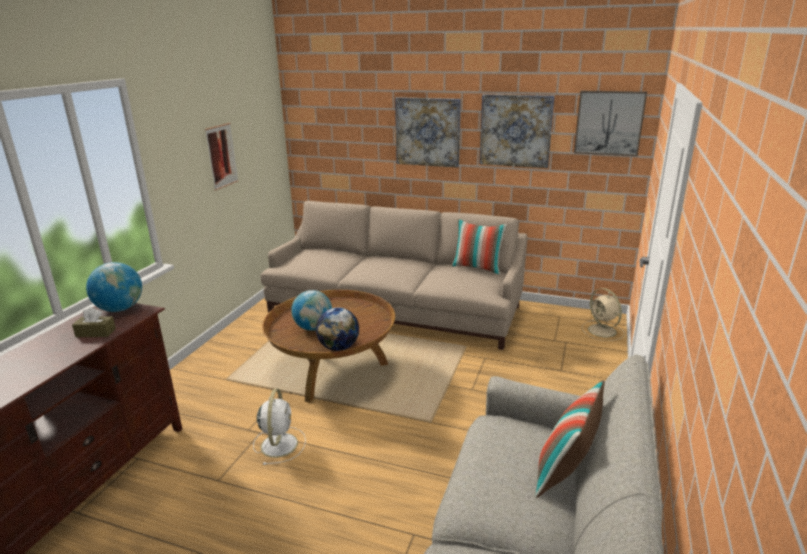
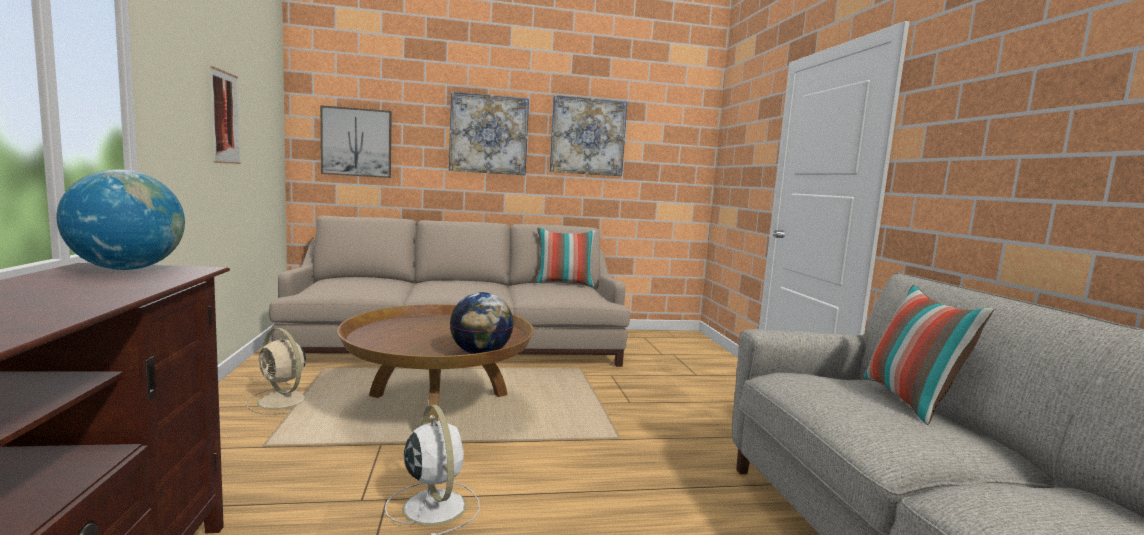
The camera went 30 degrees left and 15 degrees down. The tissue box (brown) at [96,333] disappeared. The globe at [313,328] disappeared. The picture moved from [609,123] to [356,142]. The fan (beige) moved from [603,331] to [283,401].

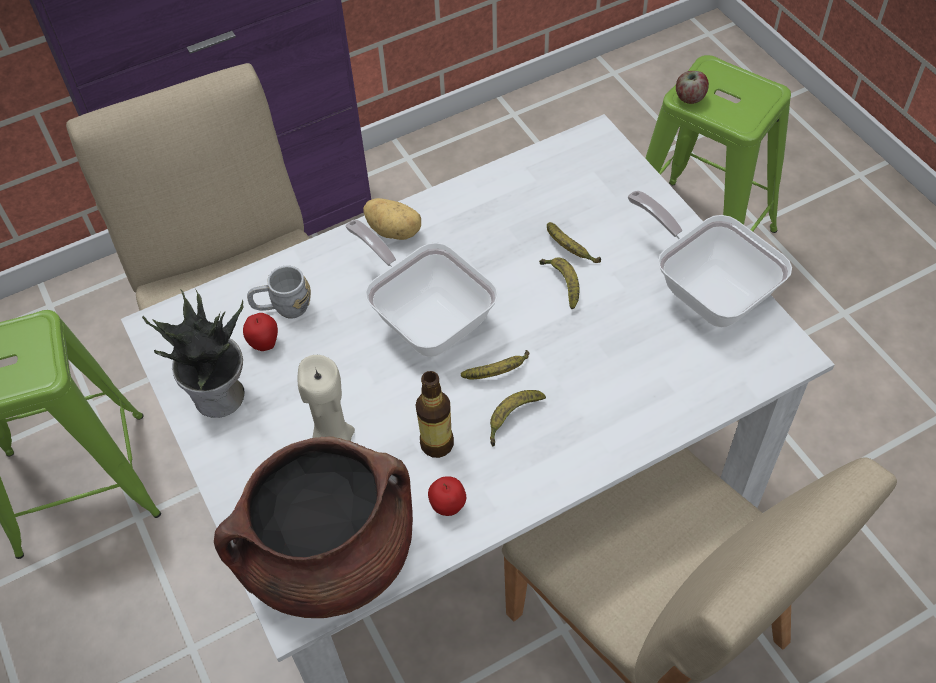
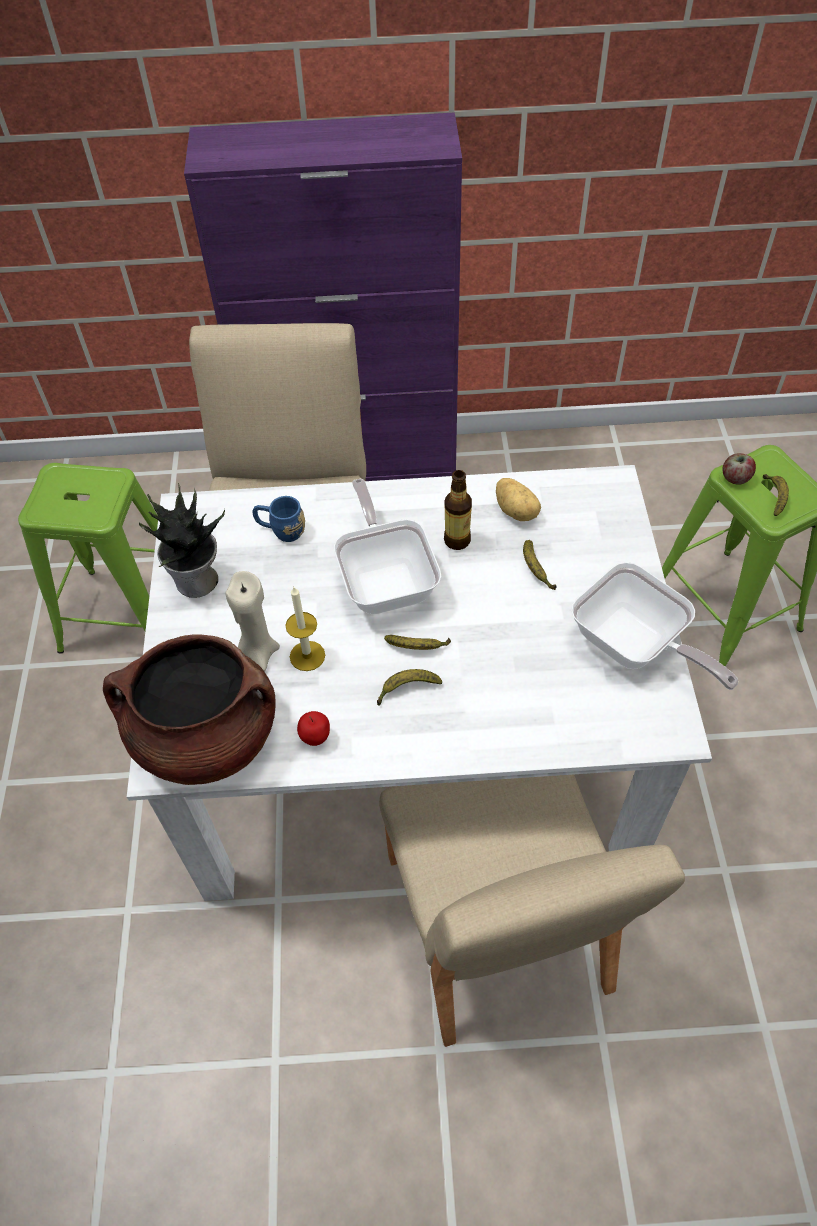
The camera went 25 degrees right and 0 degrees up. The apple at [264,344] disappeared. The candle at [307,656] appeared. The potato moved from [394,230] to [517,511]. The bottle moved from [437,444] to [457,540]. The banana moved from [562,284] to [774,497]. The mug (grey) at [283,308] became the mug (blue) at [281,531]. The frying pan at [706,288] turned 150 degrees clockwise.

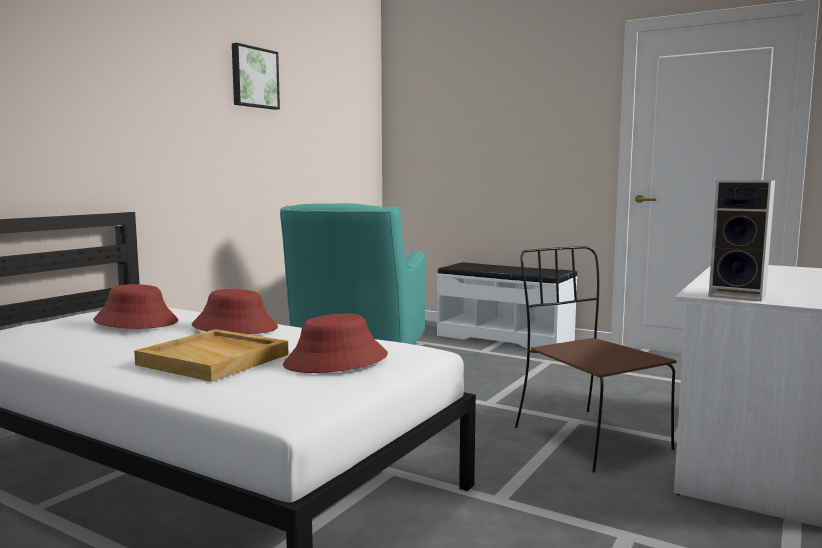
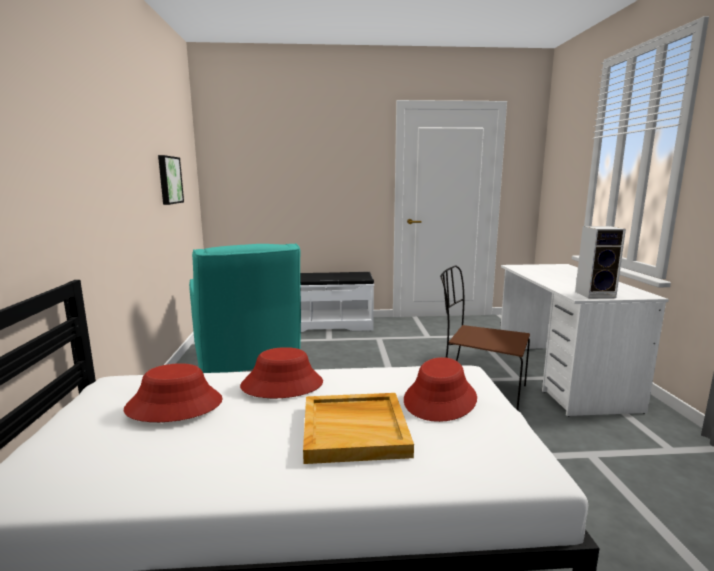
The camera went 35 degrees left and 5 degrees up. The picture moved from [254,77] to [168,180].

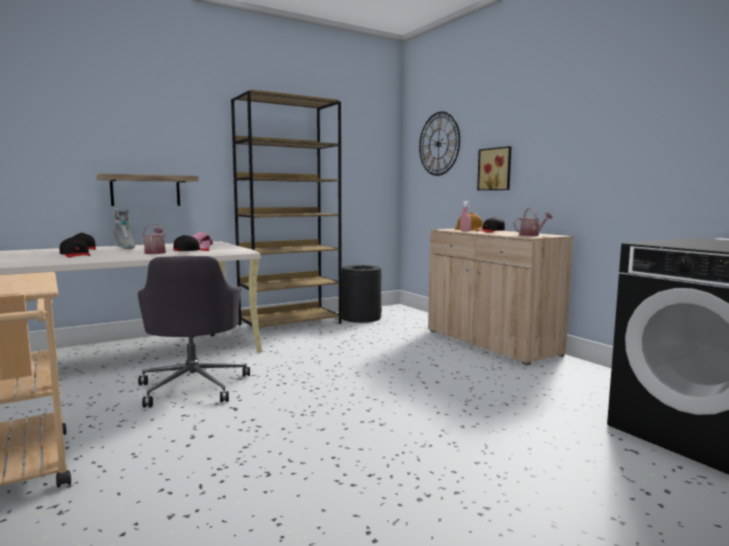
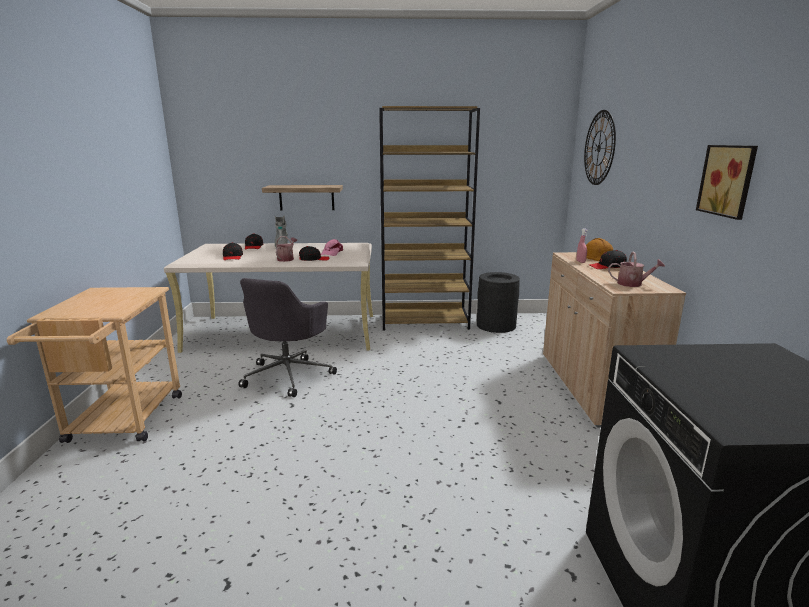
The camera went 30 degrees right and 10 degrees up. The picture moved from [495,169] to [729,180].

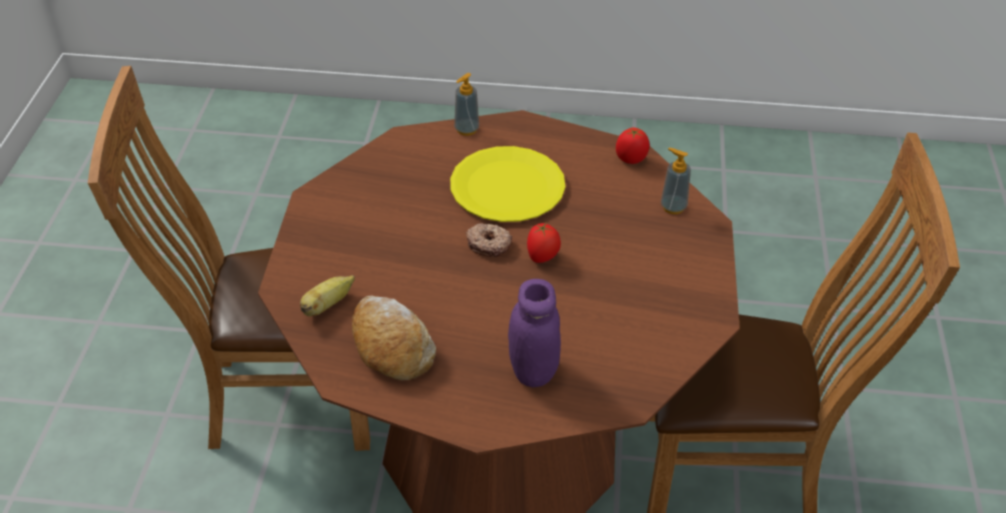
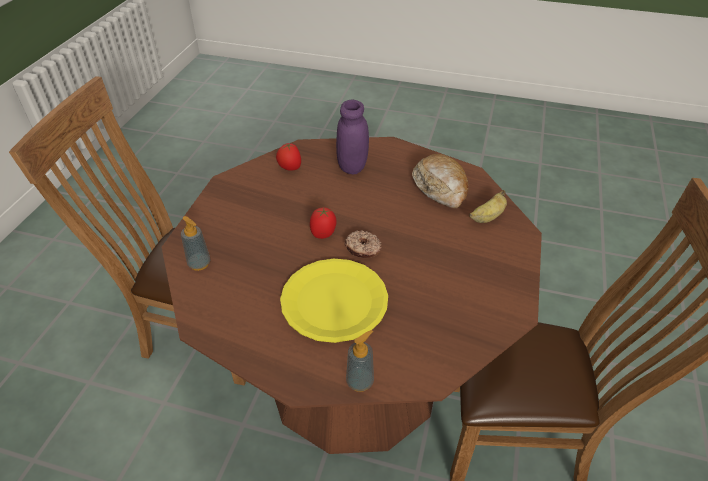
The camera went 170 degrees left and 0 degrees up. The tomato moved from [631,159] to [289,168].

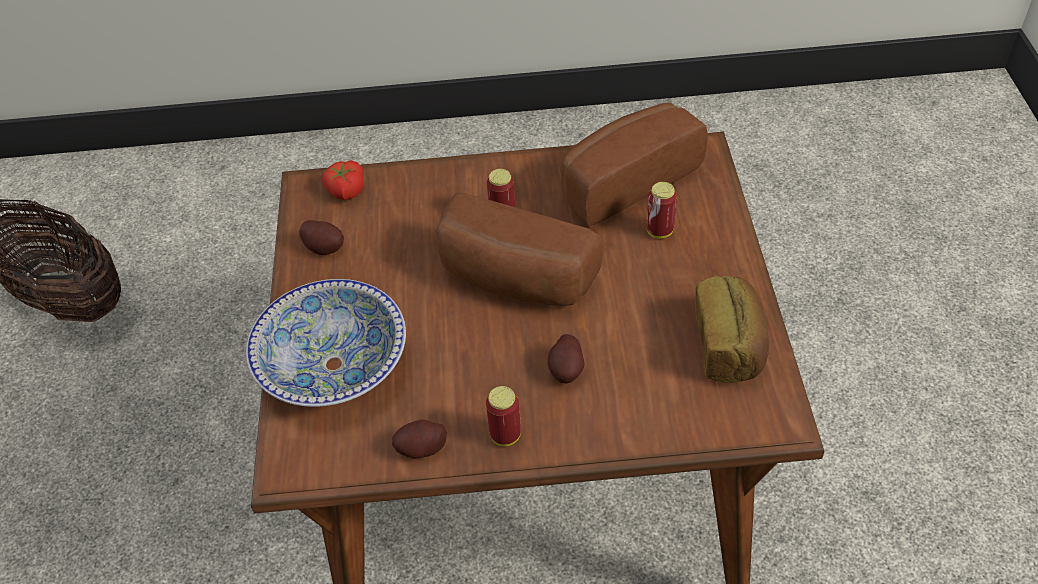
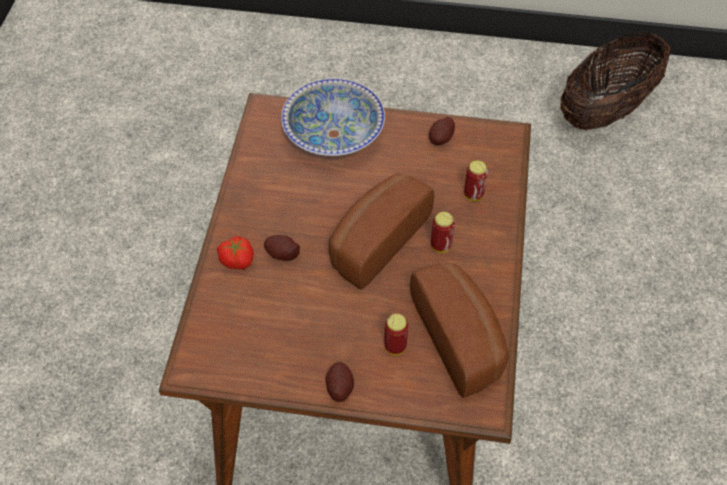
The camera went 100 degrees right and 5 degrees up. The bread at [729,345] disappeared. The tomato moved from [345,190] to [237,259]. The potato moved from [421,448] to [339,387]. The can moved from [505,435] to [473,195].

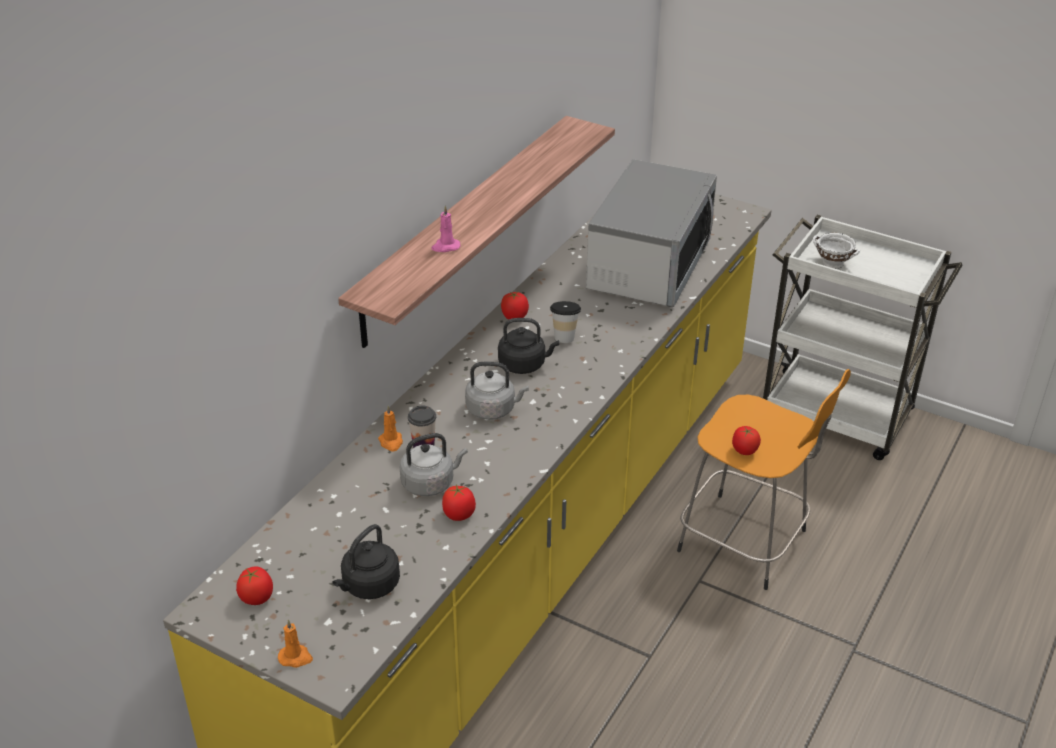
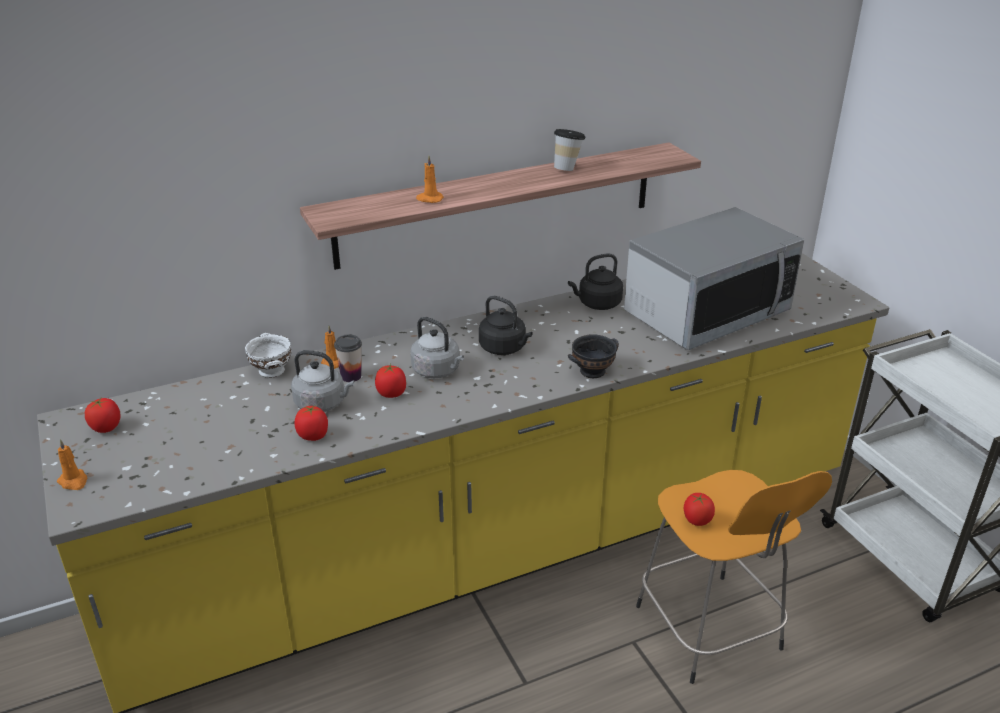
The camera went 35 degrees right and 5 degrees down. The bowl (black) at [591,371] appeared. The kettle (black) moved from [369,586] to [597,304]. The tomato moved from [515,317] to [391,394]. The cup moved from [564,337] to [567,168]. The bowl (white) moved from [832,263] to [272,370]. The candle (pink) at [445,247] became the candle (orange) at [429,199].

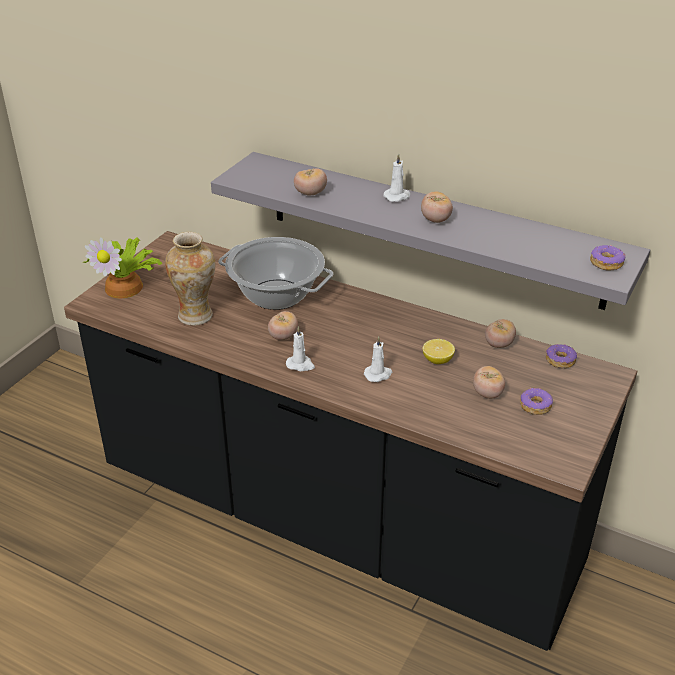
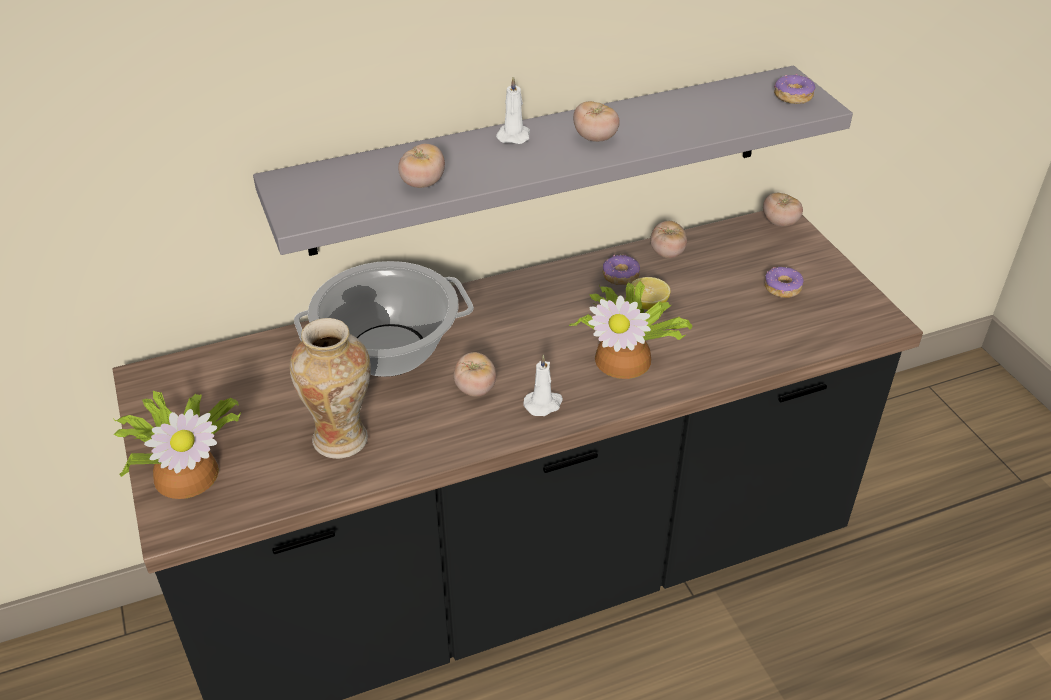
The camera went 50 degrees left and 5 degrees up. The tomato moved from [487,393] to [779,223]. The donut moved from [560,360] to [620,276]. The candle (white) at [378,374] was replaced by the potted plant at [626,357].

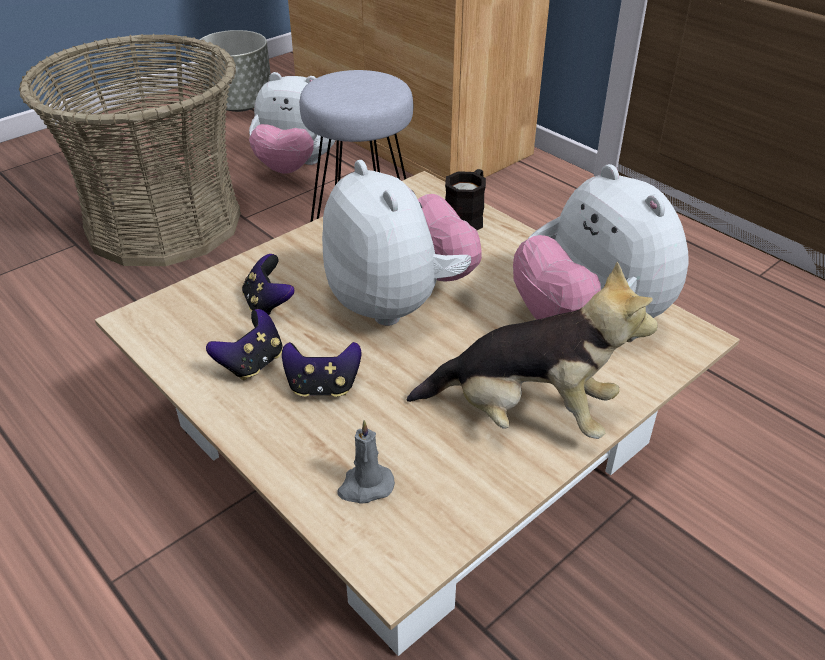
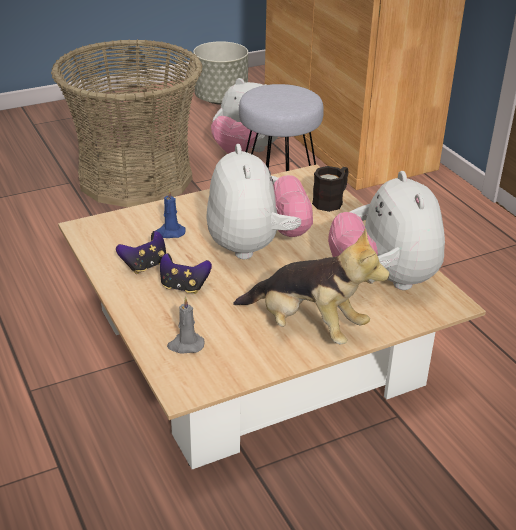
The camera went 15 degrees right and 5 degrees down. The game controller at [268,304] was replaced by the candle (blue) at [169,232].

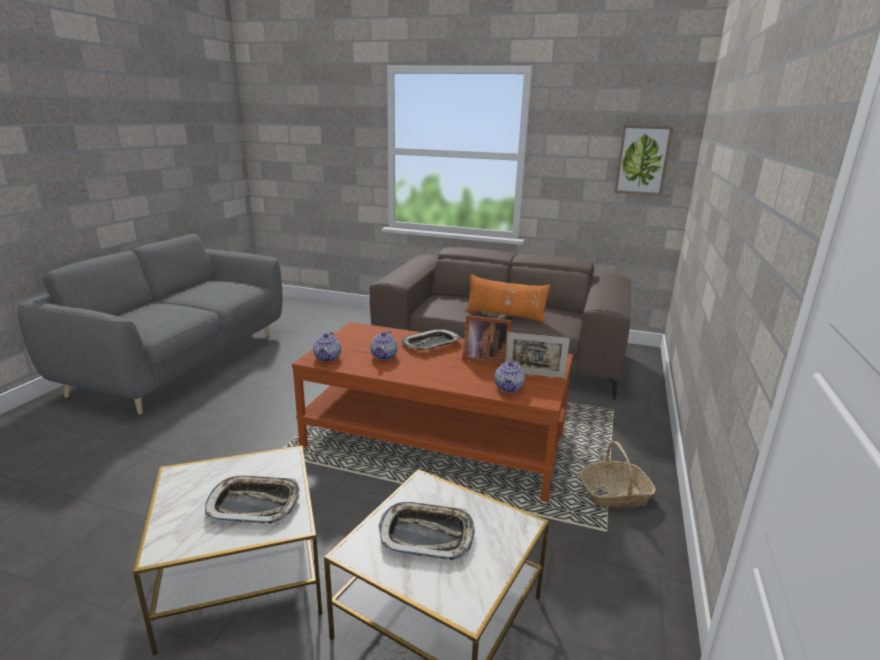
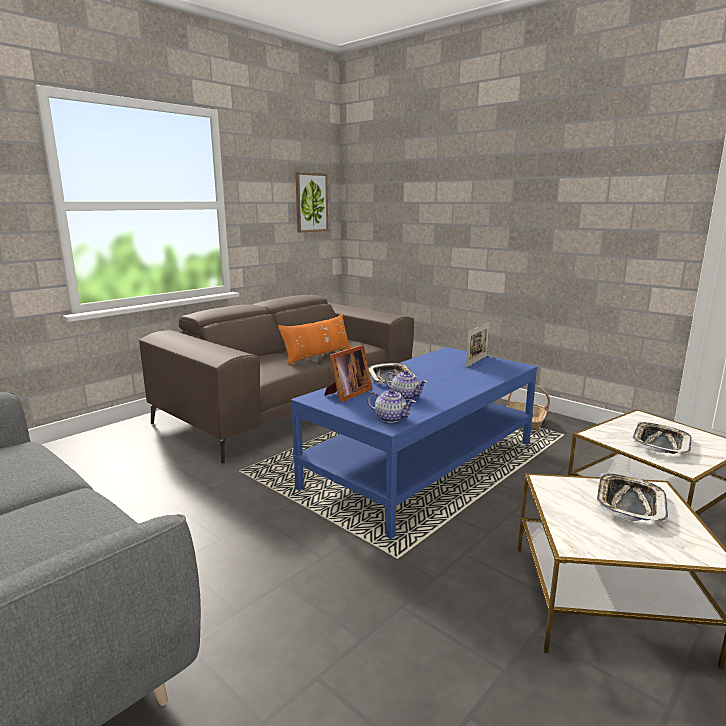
The camera went 65 degrees left and 5 degrees down. The teapot at [509,388] disappeared. The picture frame moved from [484,359] to [347,394]. The coffee table (brown) at [436,440] became the coffee table (blue) at [422,464].

